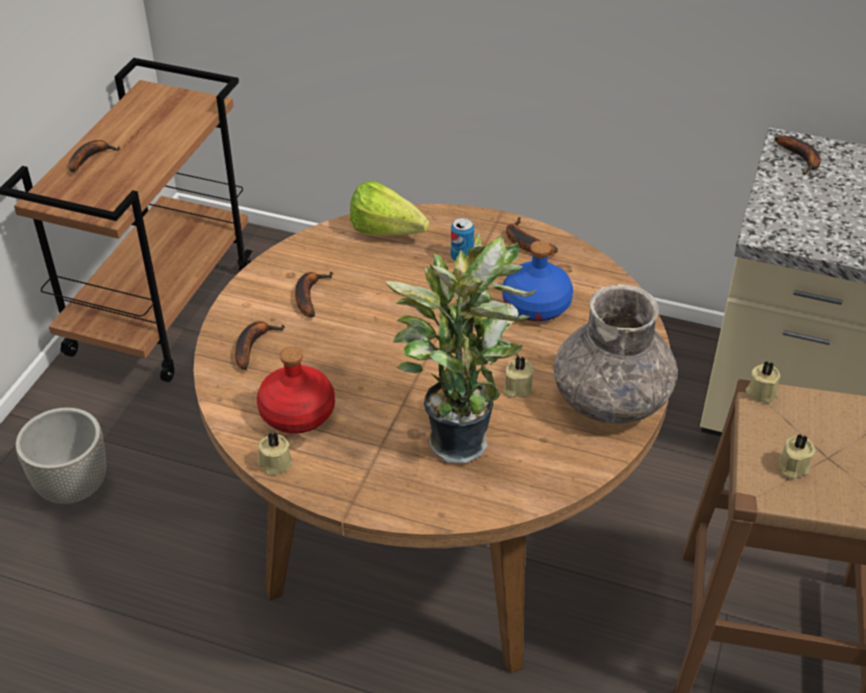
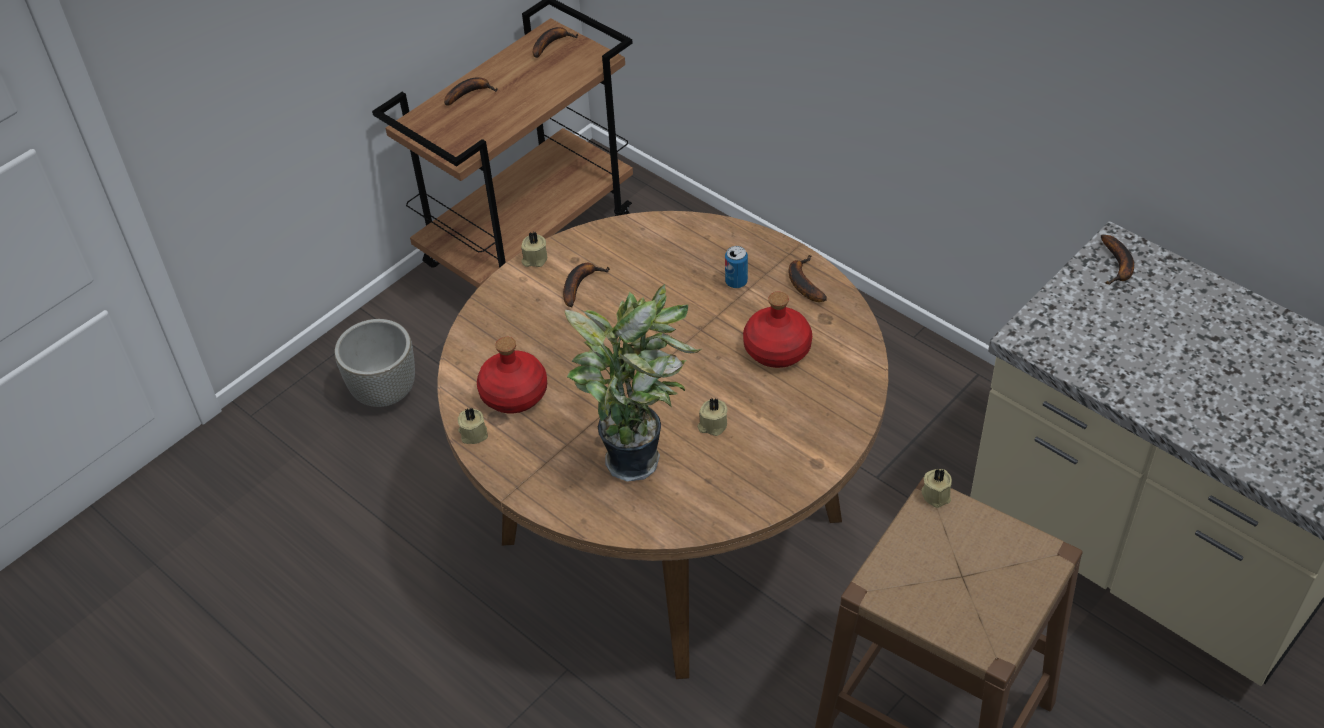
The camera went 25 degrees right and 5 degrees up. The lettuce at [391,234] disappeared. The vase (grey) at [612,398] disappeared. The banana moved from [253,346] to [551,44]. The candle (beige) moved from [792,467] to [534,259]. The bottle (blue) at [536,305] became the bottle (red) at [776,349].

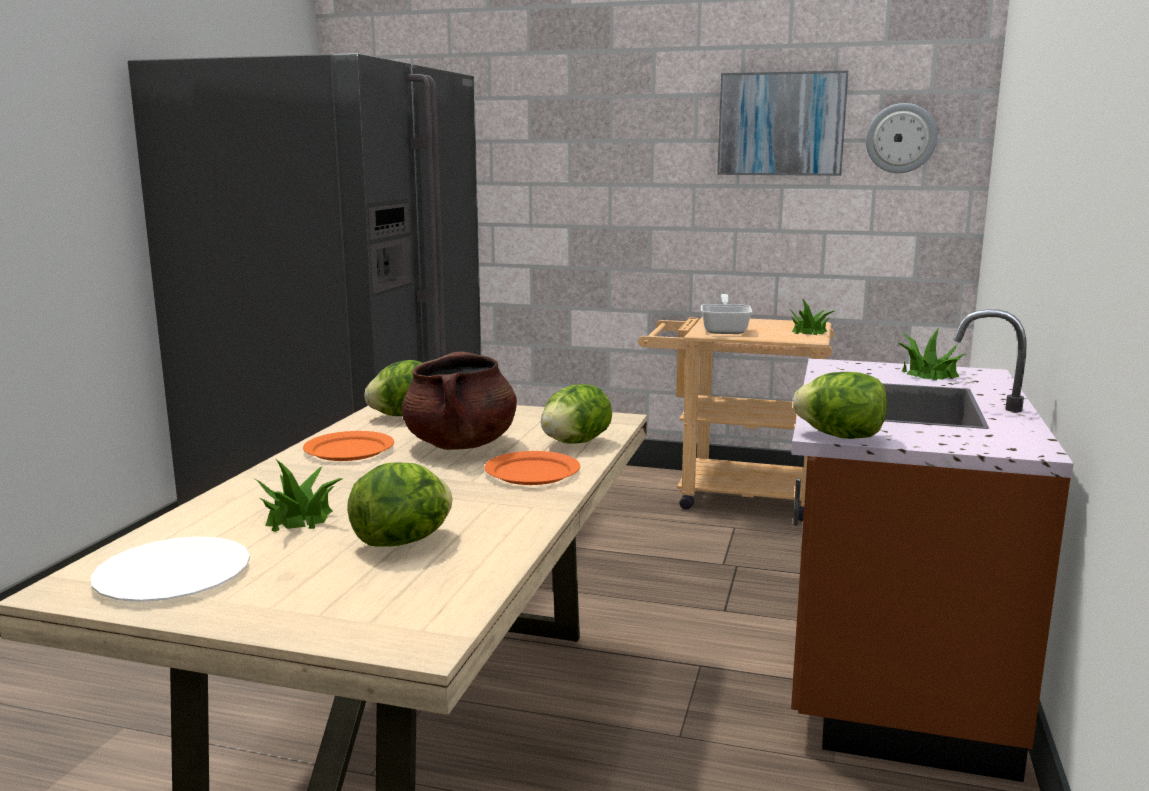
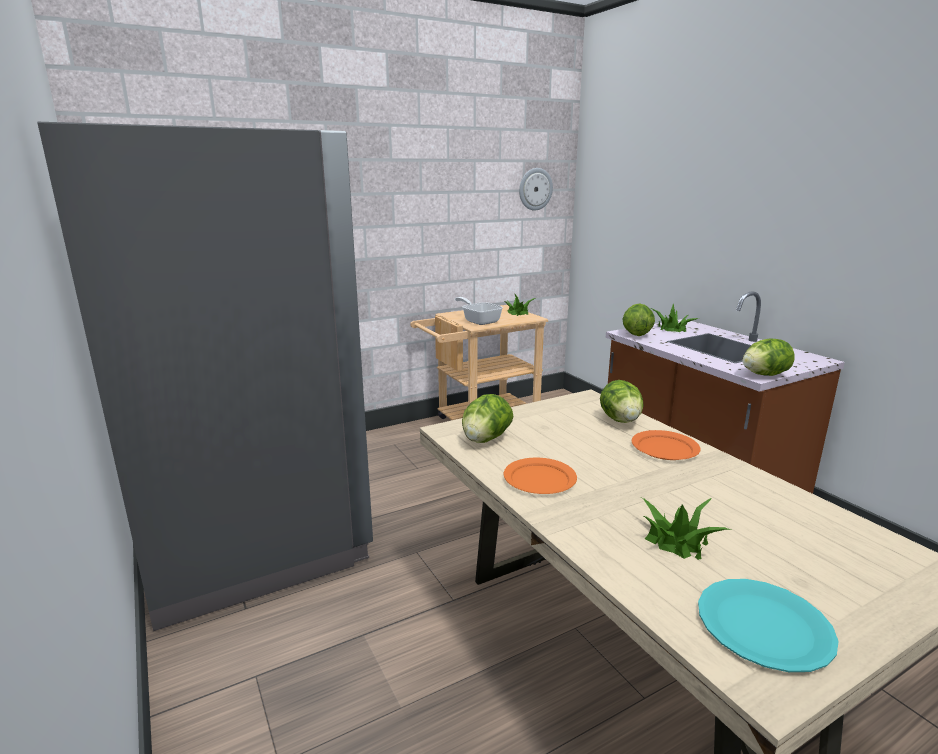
The camera went 45 degrees left and 5 degrees up. The cooking pot (brown) at [461,444] disappeared. The picture at [781,124] disappeared. The lettuce moved from [404,541] to [636,334]. The plate (white) at [173,573] became the plate (turquoise) at [764,625].

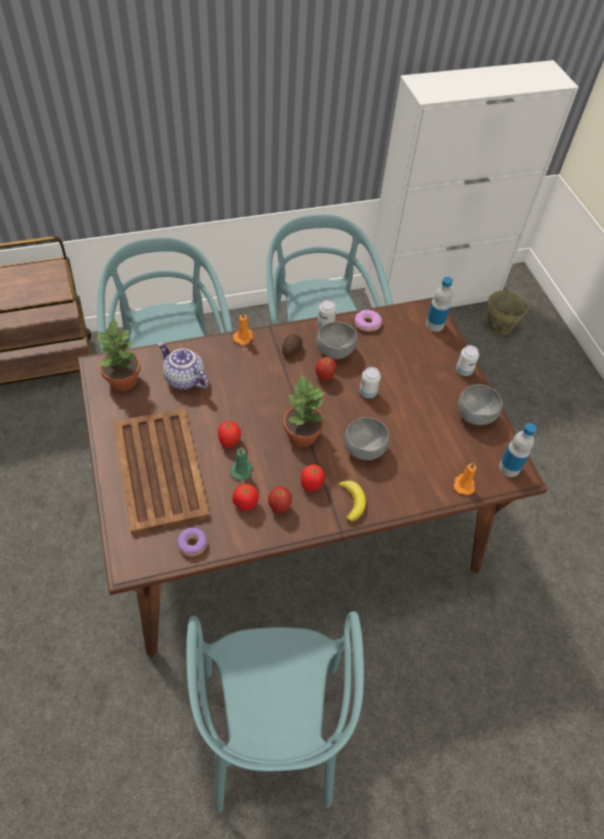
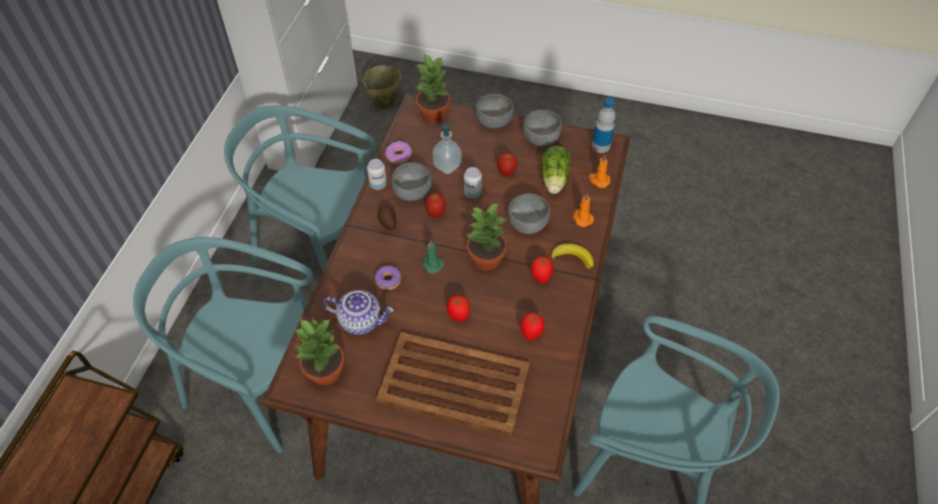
The camera went 55 degrees left and 0 degrees up. The soap dispenser at [447,165] appeared. The lettuce at [554,180] appeared. The donut moved from [193,544] to [388,280]. The candle (green) moved from [242,469] to [431,264]. The candle (orange) moved from [244,337] to [582,218]. The apple moved from [279,507] to [506,173]. The bottle at [434,325] was replaced by the potted plant at [434,114]. The can at [464,370] was replaced by the bowl (grey) at [493,122]. The teapot at [183,379] turned 150 degrees counterclockwise.

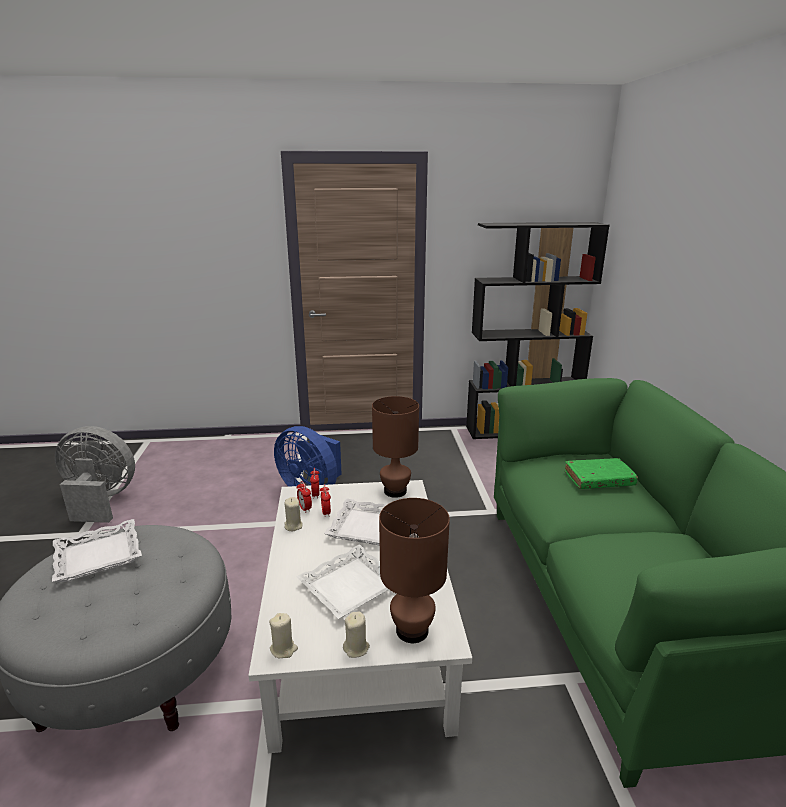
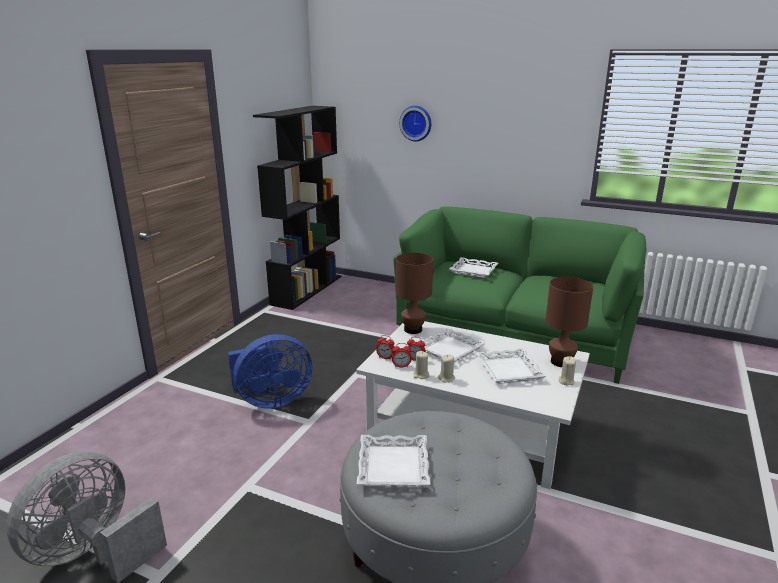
The camera went 60 degrees left and 0 degrees up. The wall clock at [416,123] appeared. The candle (beige) moved from [283,649] to [446,378]. The book (green) at [598,480] was replaced by the tray (white) at [473,271].

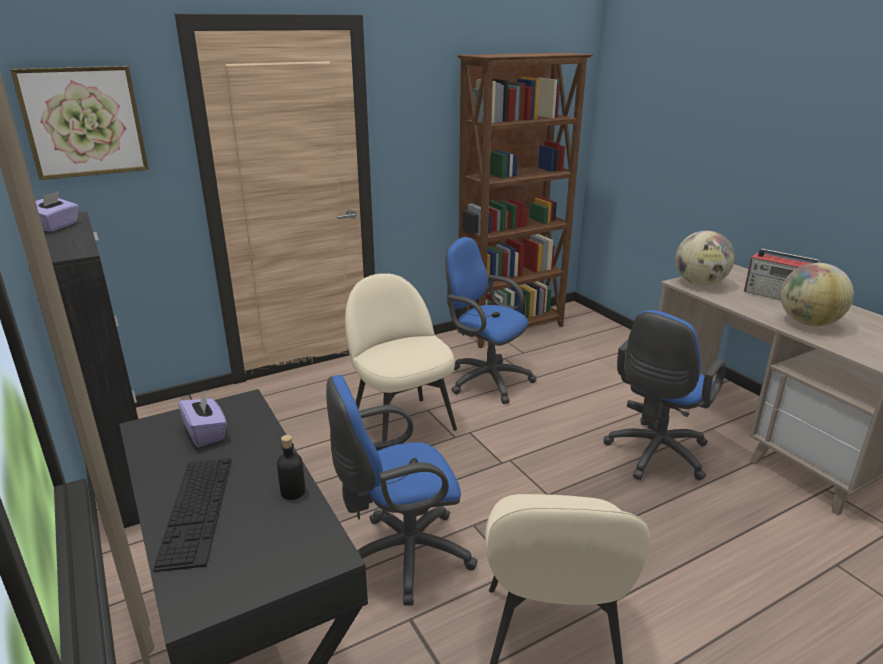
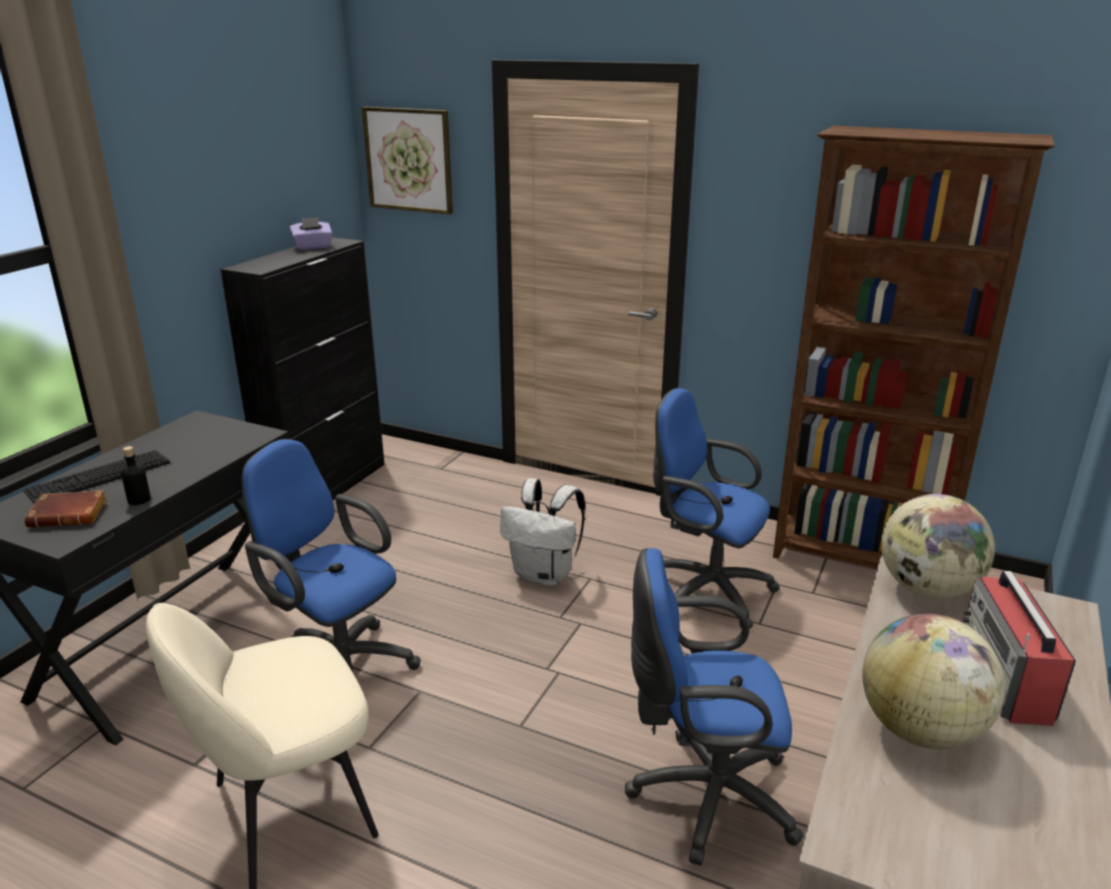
The camera went 55 degrees right and 0 degrees up. The tissue box (purple) at [205,433] disappeared. The book (brown) at [71,514] appeared. The chair (beige) at [402,424] was replaced by the backpack (white) at [544,574]. The office chair (blue) at [485,379] turned 60 degrees counterclockwise.

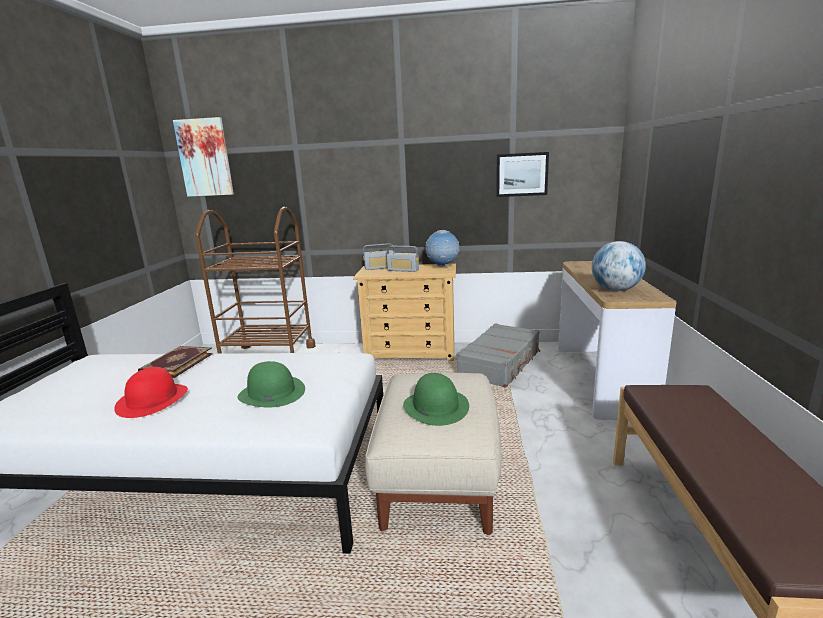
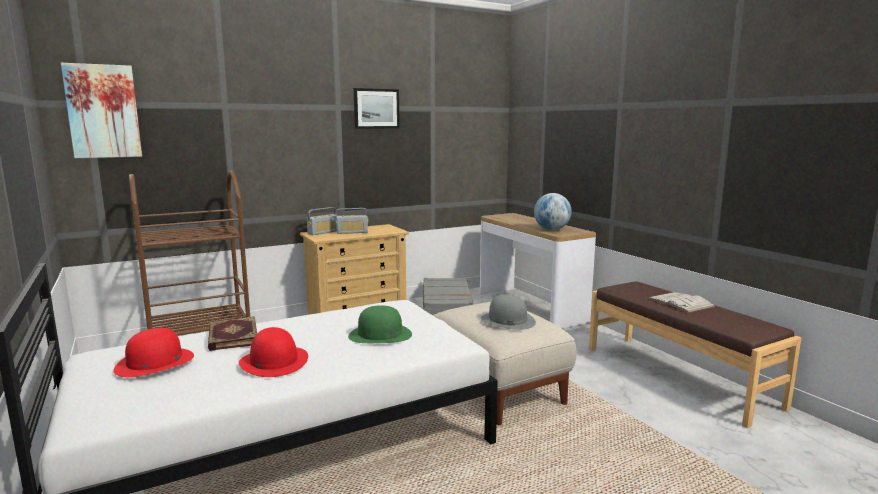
The camera went 35 degrees left and 5 degrees down. The globe at [442,266] disappeared. The hat (red) at [154,362] appeared. The book (white) at [680,303] appeared. The picture moved from [521,174] to [376,108]. The hat (green) at [435,406] became the hat (grey) at [507,320].

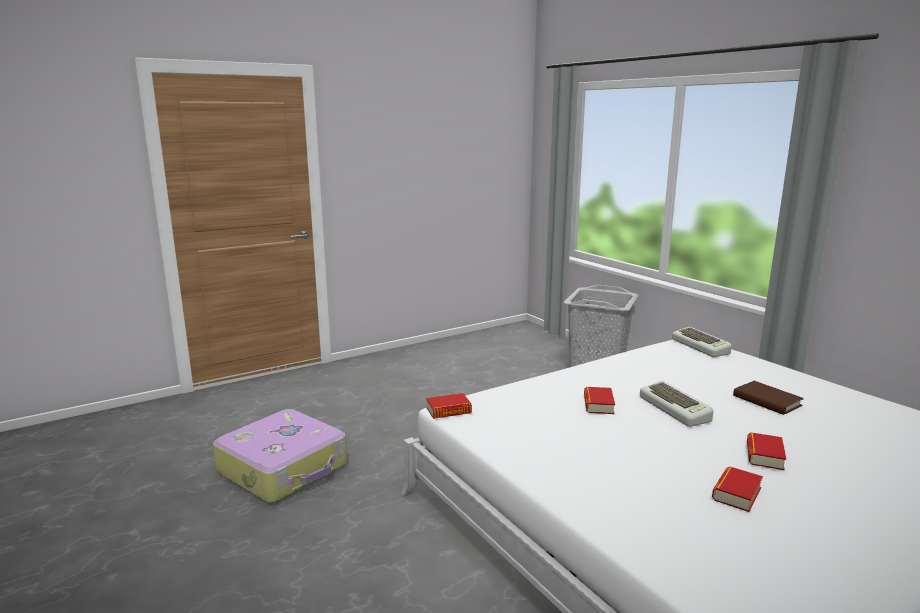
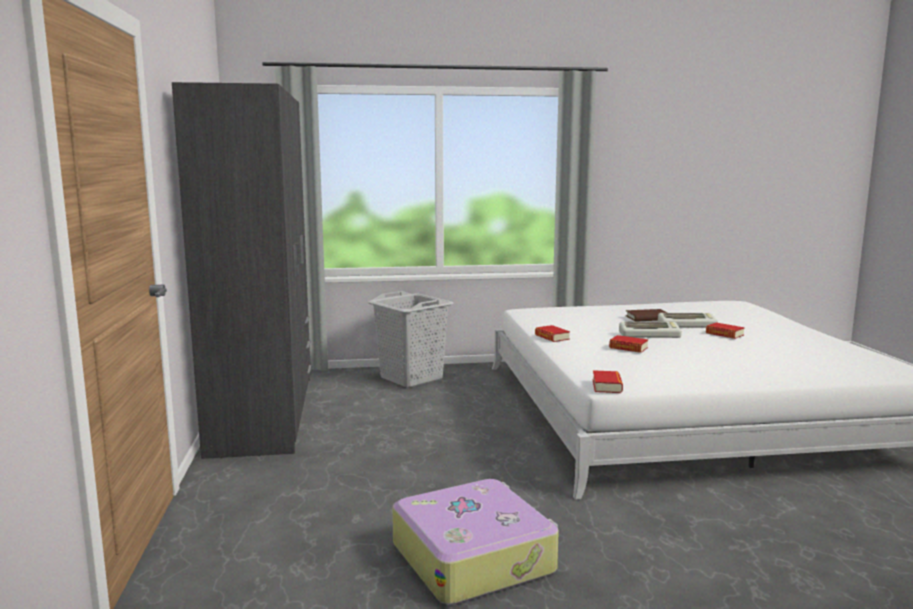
The camera went 65 degrees left and 5 degrees down. The wardrobe (grey) at [264,413] appeared. The keyboard moved from [701,346] to [687,325]. The book moved from [736,493] to [552,337].

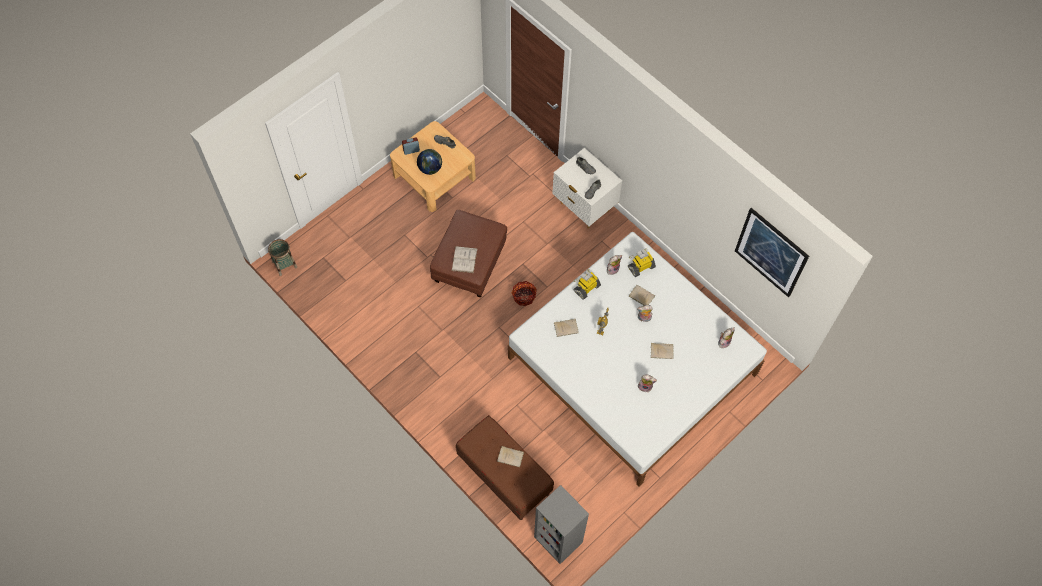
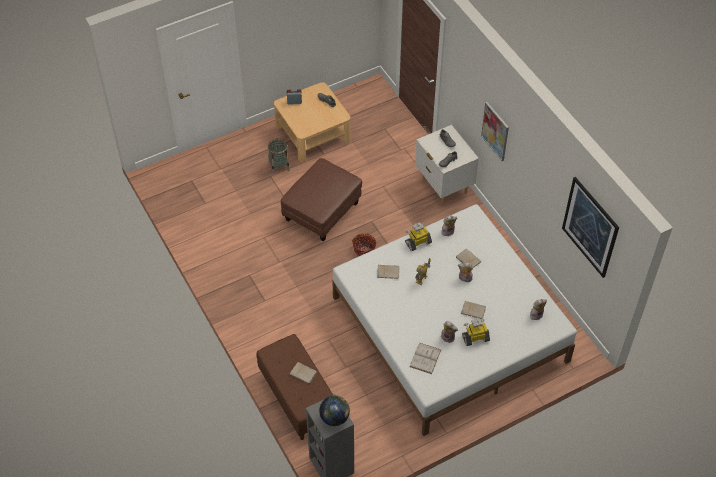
The camera went 15 degrees right and 10 degrees down. The picture at [495,131] appeared. The basket moved from [284,264] to [279,166]. The globe moved from [430,169] to [334,418]. The book (white) moved from [464,259] to [425,358]. The toy robot moved from [641,267] to [475,338].

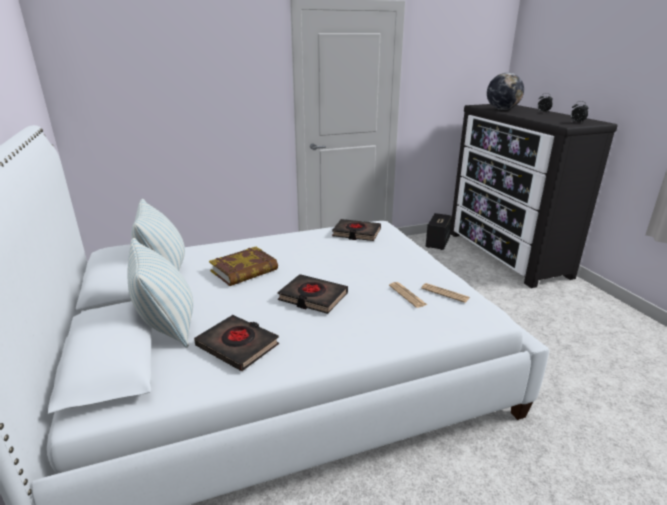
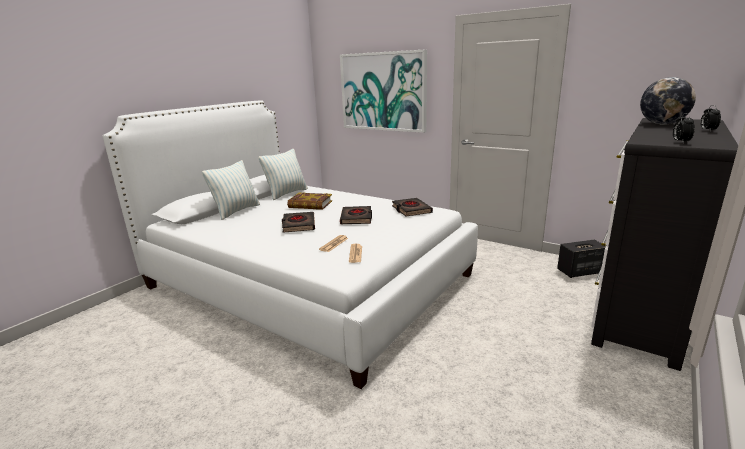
The camera went 55 degrees right and 5 degrees down. The picture at [383,92] appeared. The book (black) moved from [238,346] to [356,218].

